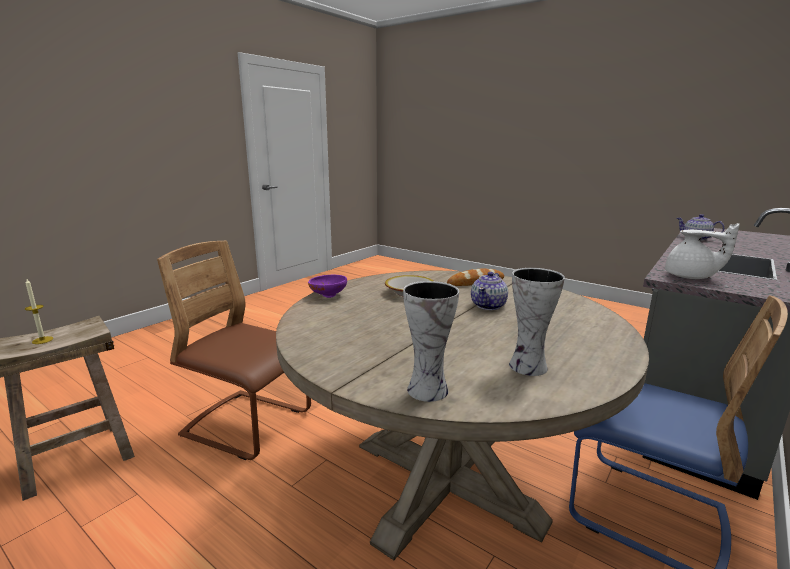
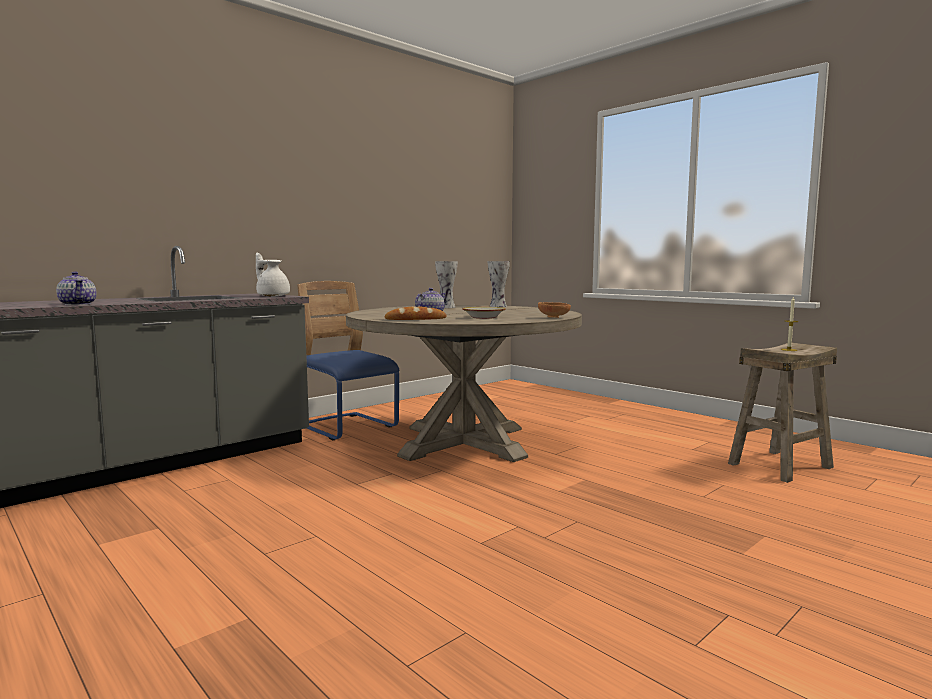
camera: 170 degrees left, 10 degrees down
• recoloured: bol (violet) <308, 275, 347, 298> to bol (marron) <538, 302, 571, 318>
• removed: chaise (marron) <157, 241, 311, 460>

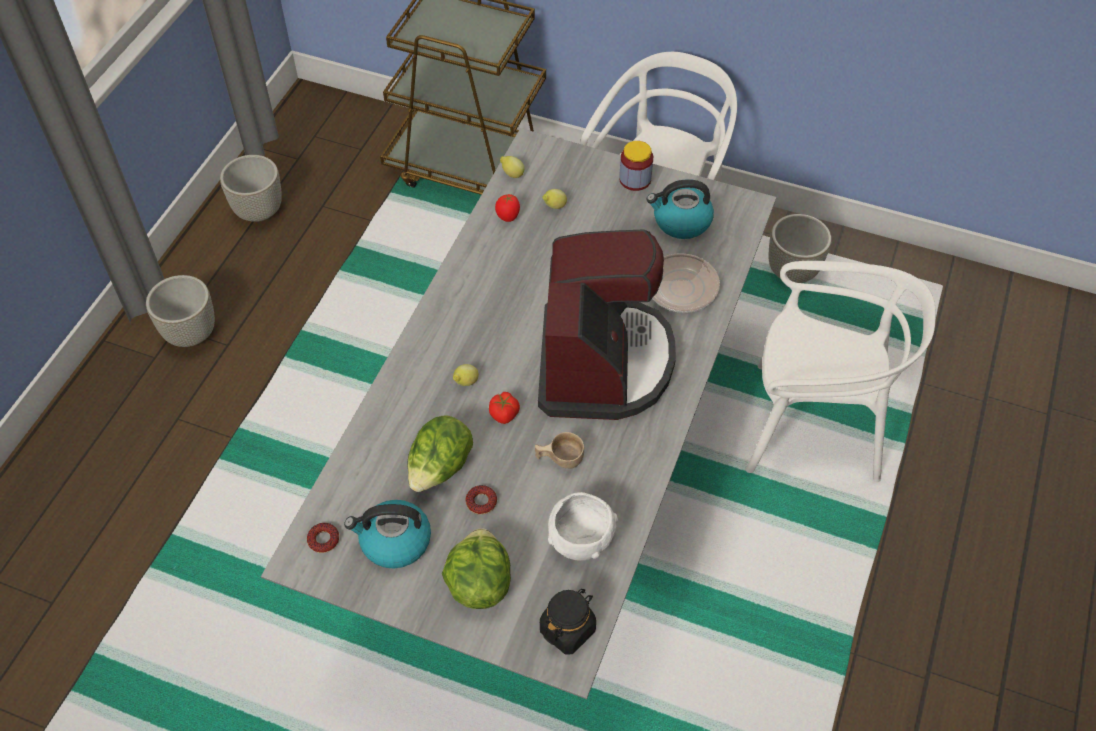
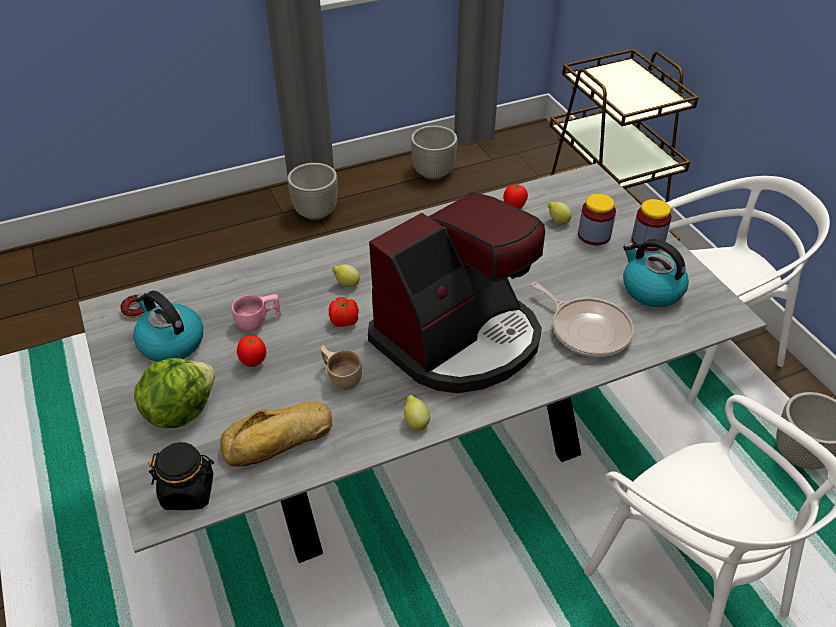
camera: 45 degrees right, 10 degrees down
• replaced: bol (blanc) <548, 492, 618, 561> to pain <220, 401, 332, 467>
• replaced: laitue <407, 416, 473, 492> to tasse (rose) <232, 294, 281, 331>
• replaced: beignet <465, 485, 497, 515> to tomate <237, 335, 266, 367>
• moved: citron <500, 156, 524, 178> to <404, 395, 430, 430>
• added: bocal <578, 194, 616, 246>

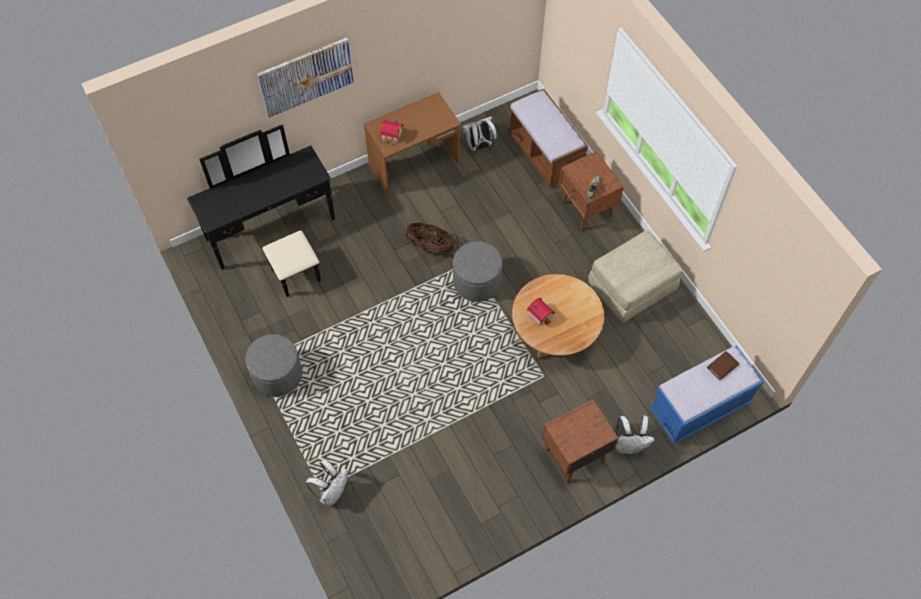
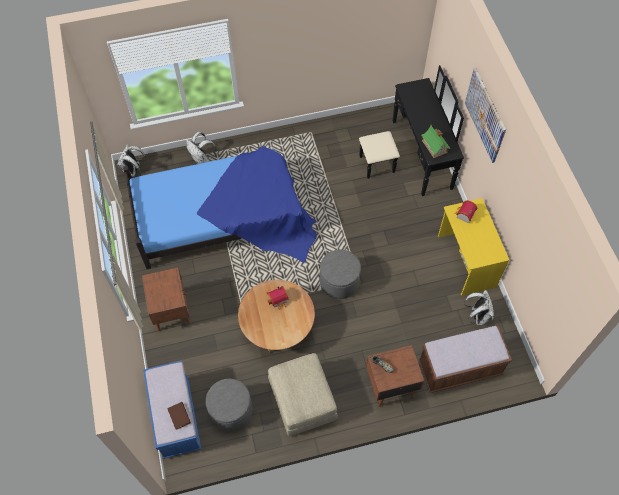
camera: 105 degrees right, 0 degrees up
• moved: sac à dos (blanc) <616, 415, 655, 454> to <117, 145, 146, 177>
• added: lit <123, 146, 317, 269>
• moved: pouf (gris) <245, 334, 302, 397> to <206, 379, 253, 431>
• added: maison miniature <421, 124, 450, 158>
• recoloured: bureau (marron) <364, 92, 461, 195> to bureau (jaune) <438, 198, 509, 296>
• removed: panier <405, 223, 455, 254>

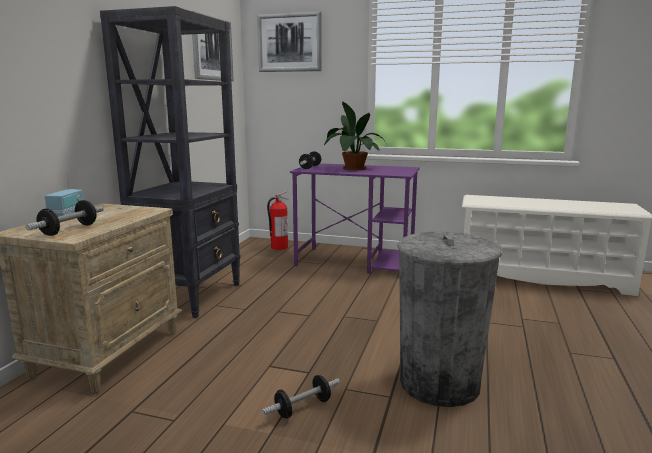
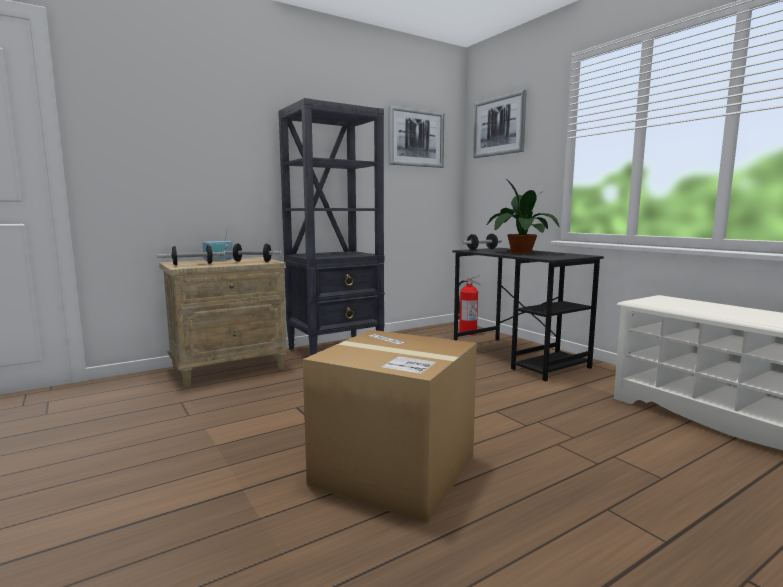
camera: 40 degrees right, 5 degrees down
• moved: haltère <262, 375, 340, 419> to <223, 243, 282, 262>
• replaced: poubelle (gris) <397, 231, 502, 407> to carton <303, 330, 477, 523>
• recoloured: bureau (violet) <290, 163, 420, 274> to bureau (noir) <453, 248, 604, 381>

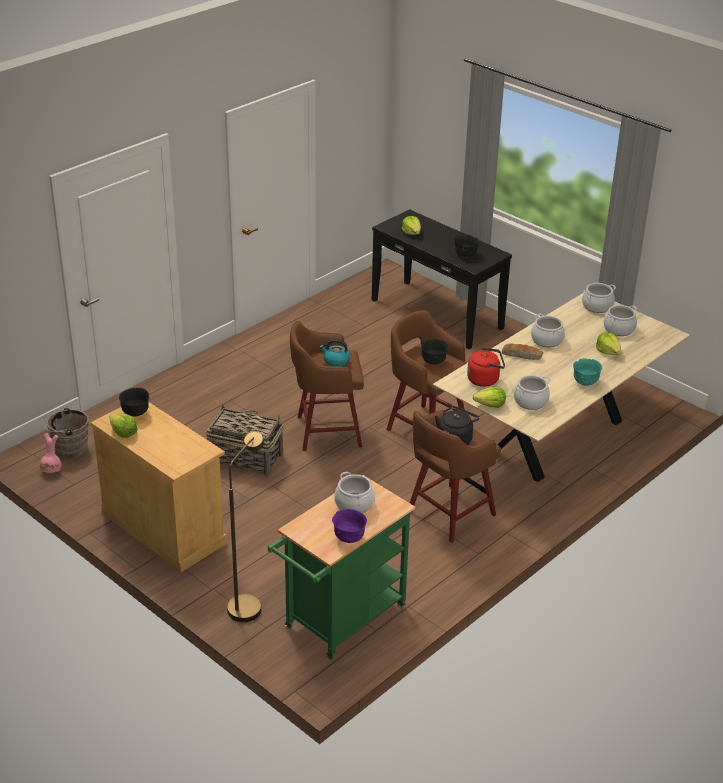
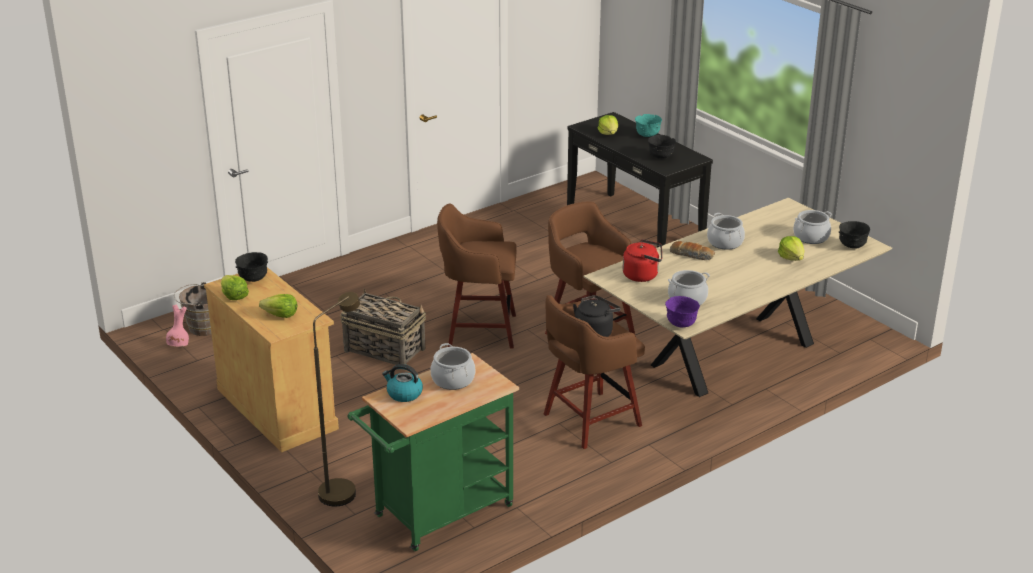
camera: 10 degrees right, 5 degrees down
• moved: laitue <473, 387, 506, 408> to <259, 294, 297, 318>
• moved: bouilloire <320, 339, 350, 366> to <382, 364, 423, 402>
• moved: bol (turquoise) <573, 358, 602, 386> to <635, 114, 662, 137>
• moved: bol (violet) <332, 509, 367, 543> to <665, 296, 700, 327>
• moved: bol (noir) <421, 339, 448, 364> to <839, 221, 870, 249>
• removed: marmite <582, 283, 616, 313>

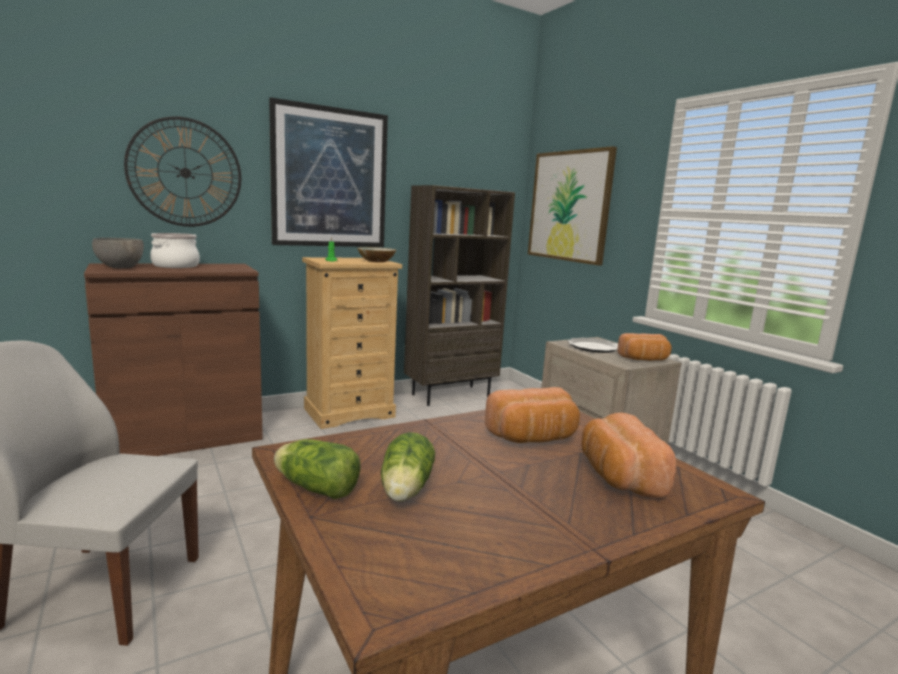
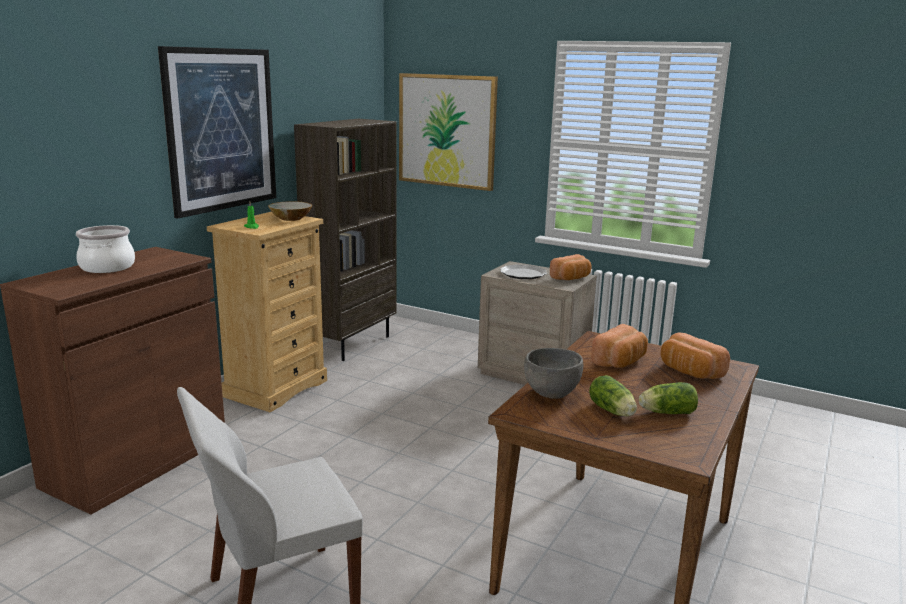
camera: 30 degrees left, 5 degrees up
• moved: bol (gris) <92, 238, 144, 268> to <524, 348, 583, 399>
• moved: laitue <274, 439, 361, 499> to <639, 382, 698, 414>
• removed: horloge murale <124, 116, 241, 227>

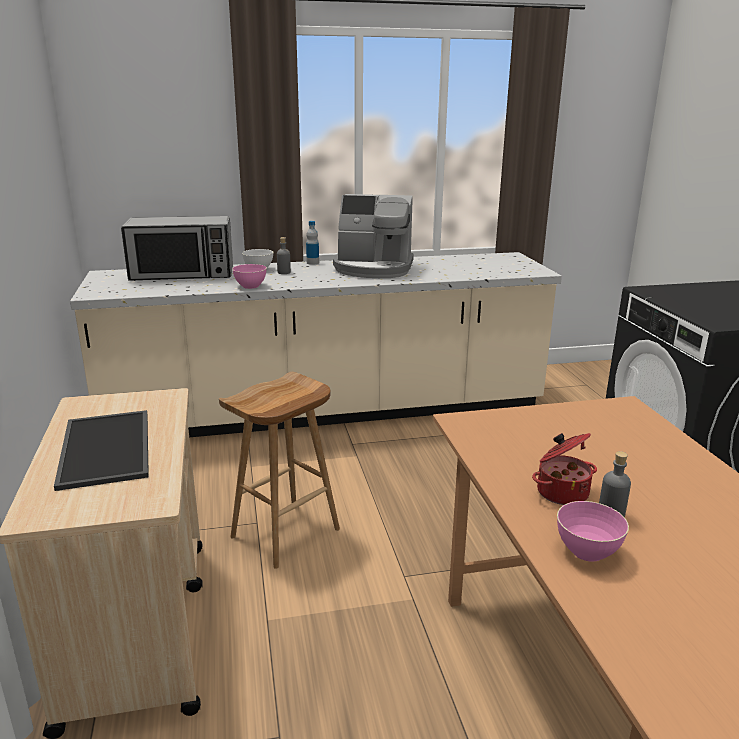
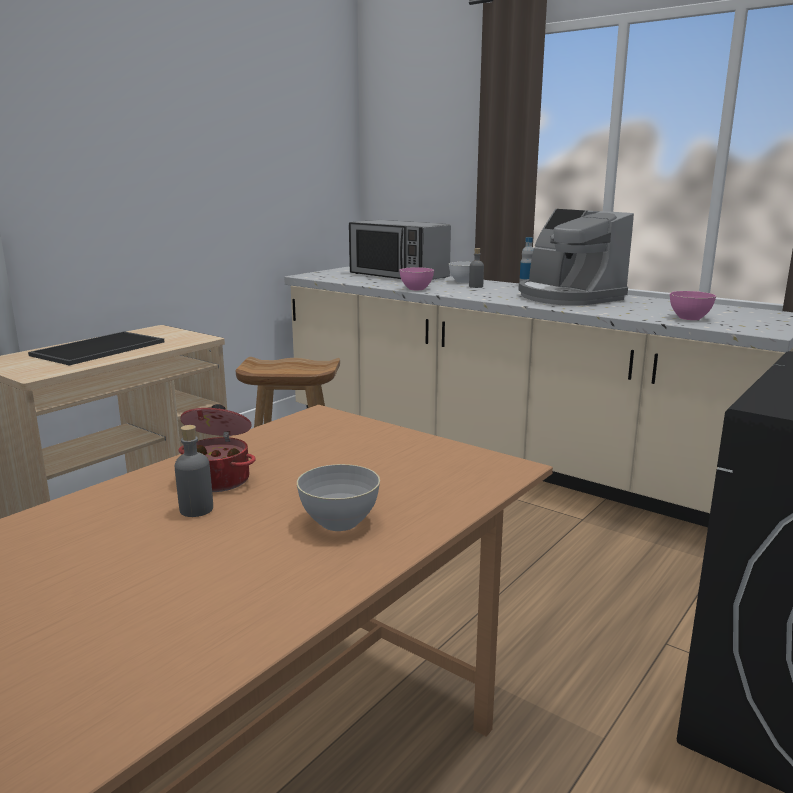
camera: 50 degrees right, 5 degrees down
• added: bol (gris) <297, 464, 380, 531>
• moved: bol (rose) <557, 501, 629, 562> to <670, 291, 716, 320>

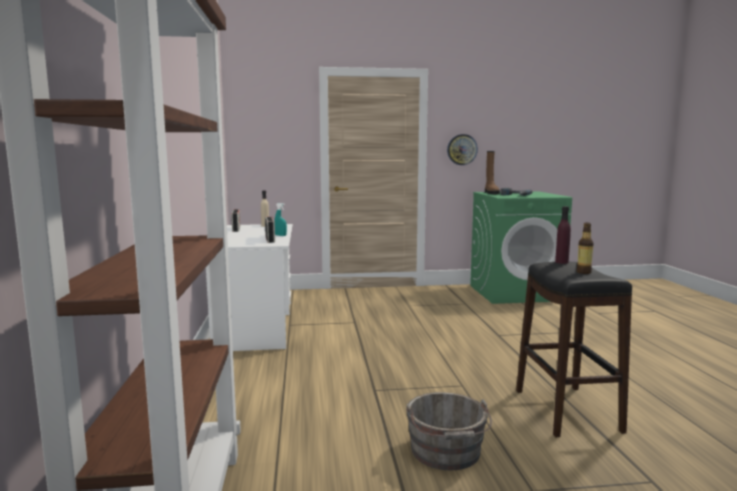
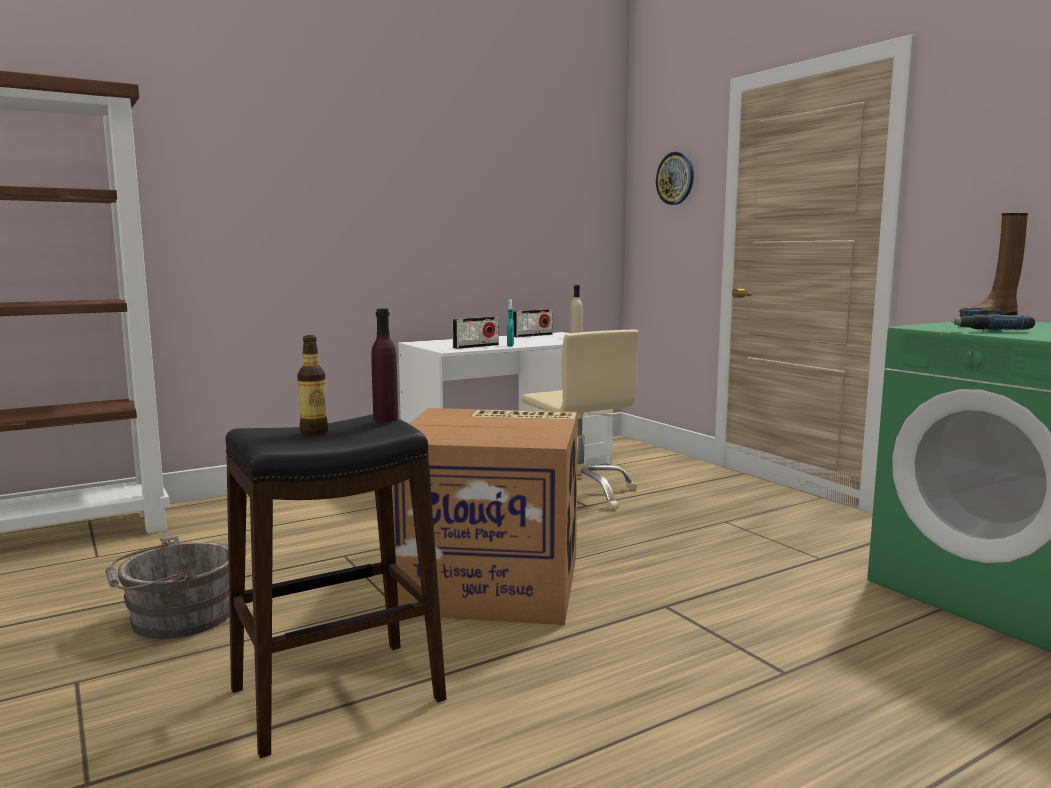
camera: 65 degrees right, 0 degrees up
• added: carton <392, 408, 578, 625>
• added: chaise de bureau (beige) <522, 330, 638, 510>
• moved: horloge murale <447, 134, 478, 165> to <656, 152, 694, 205>

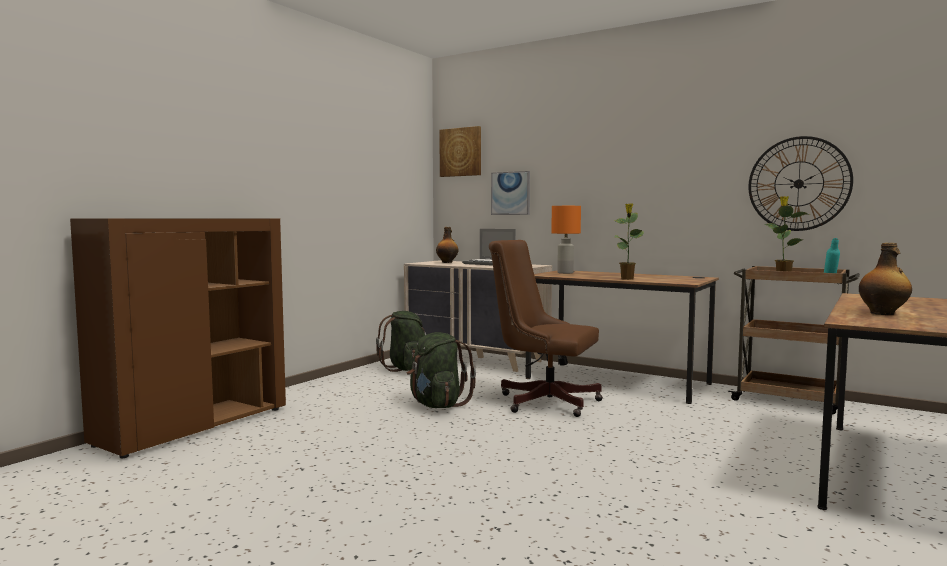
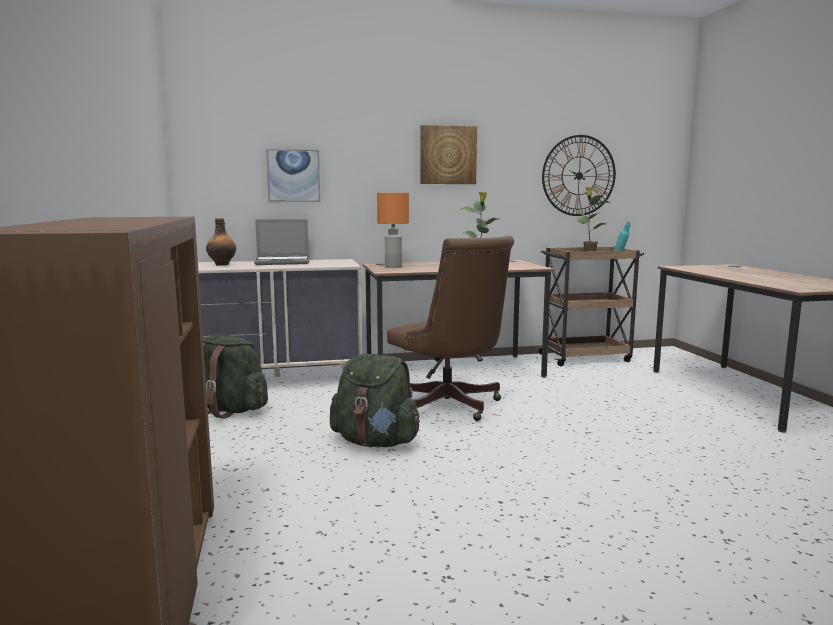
camera: 45 degrees left, 5 degrees up
• turned: chaise de bureau (marron) <489, 240, 603, 417> = <387, 235, 514, 421> 105 degrees counterclockwise
• moved: tableau <439, 126, 481, 177> to <421, 125, 477, 184>
• removed: bouteille <859, 243, 912, 315>

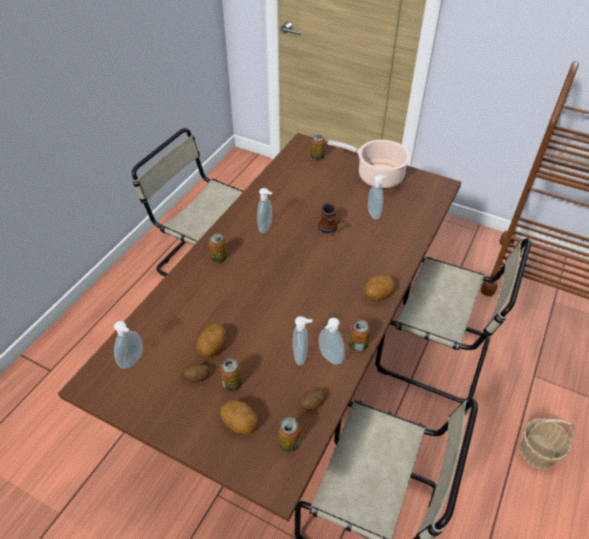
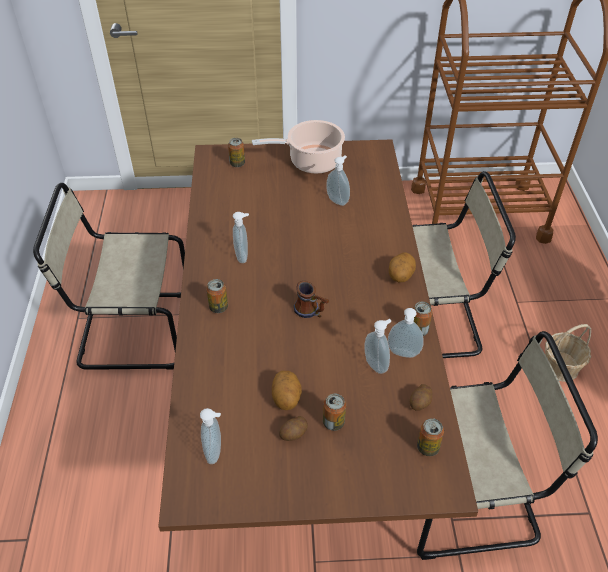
camera: 30 degrees left, 0 degrees up
• moved: mug <318, 203, 340, 236> to <294, 281, 329, 318>
• removed: pomme de terre <220, 400, 258, 435>

